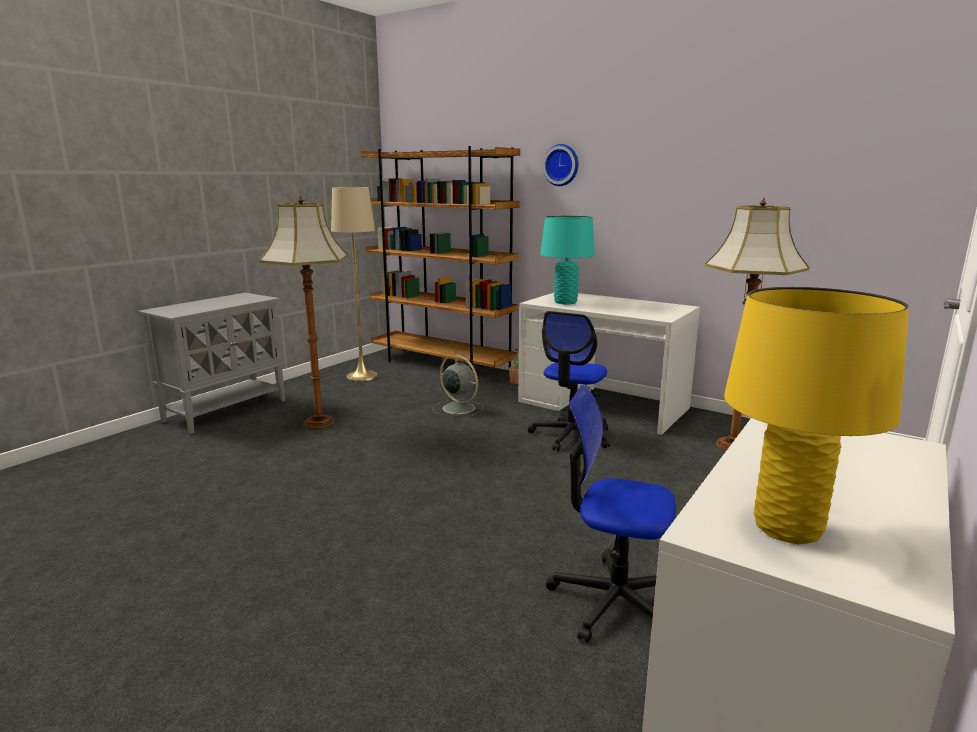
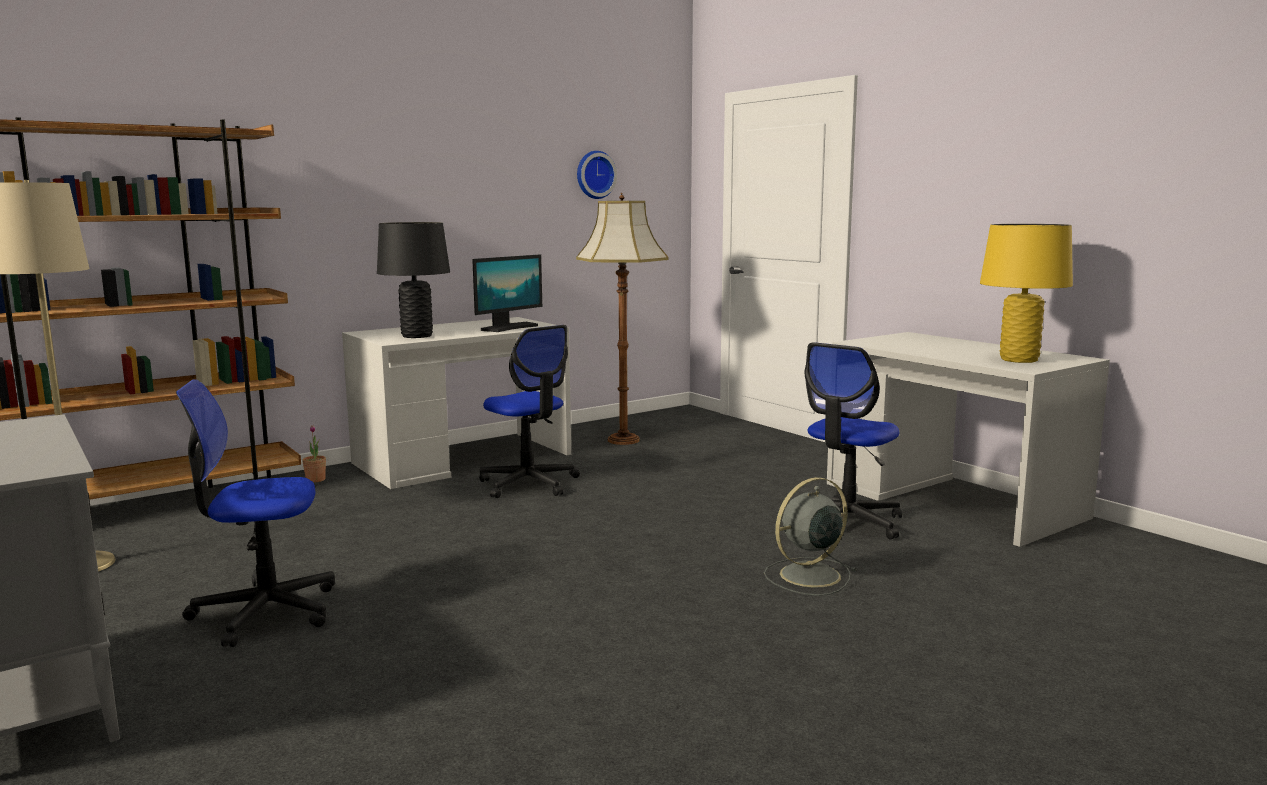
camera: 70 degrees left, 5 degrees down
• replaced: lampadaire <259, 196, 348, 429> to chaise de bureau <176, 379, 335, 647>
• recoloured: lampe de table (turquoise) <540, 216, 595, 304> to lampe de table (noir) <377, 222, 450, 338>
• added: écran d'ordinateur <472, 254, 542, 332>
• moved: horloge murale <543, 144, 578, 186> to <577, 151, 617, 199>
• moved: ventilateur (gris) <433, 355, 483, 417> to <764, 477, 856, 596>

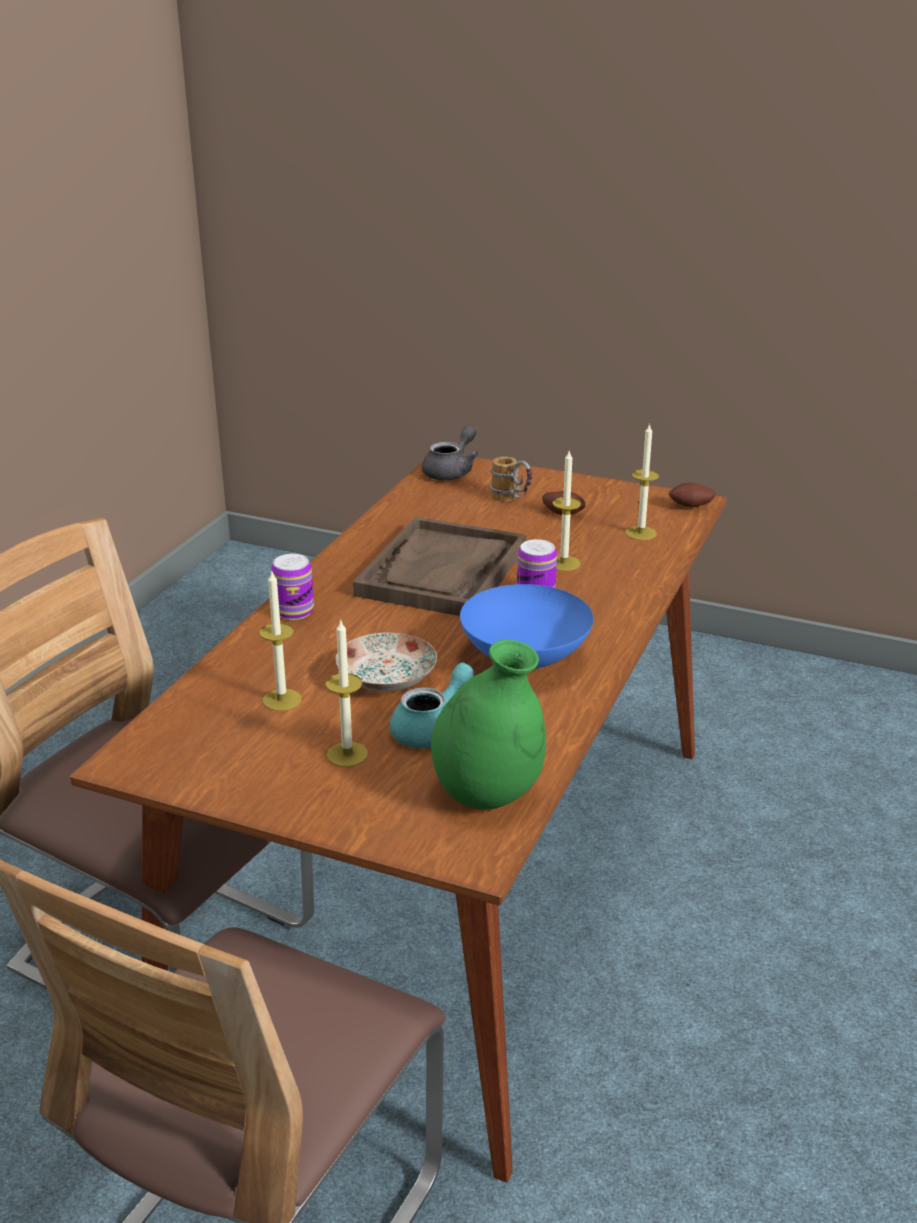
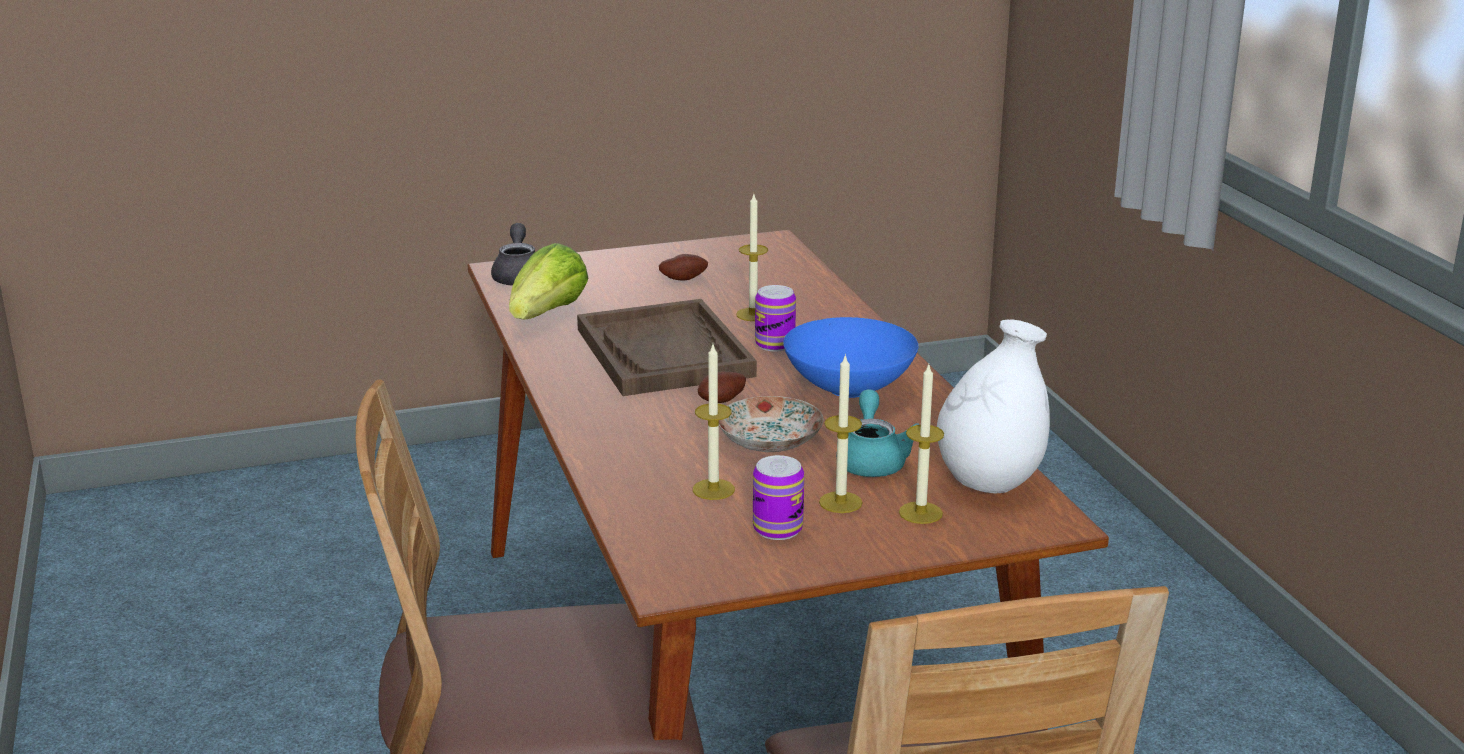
camera: 40 degrees left, 5 degrees down
• added: laitue <509, 243, 588, 319>
• moved: pomme de terre <669, 483, 716, 507> to <698, 371, 746, 403>
• moved: boîte métallique <271, 554, 314, 620> to <753, 455, 804, 540>
• moved: bougie <626, 423, 659, 540> to <899, 364, 944, 524>
• recoloured: vase (vert) <431, 639, 546, 810> to vase (blanc) <937, 319, 1050, 494>
• removed: mug <490, 456, 533, 502>

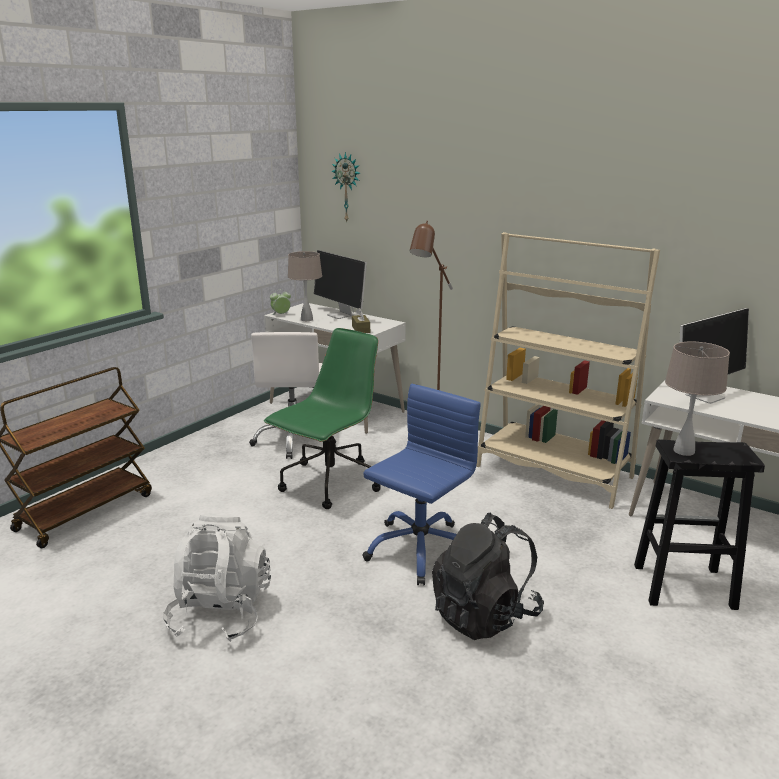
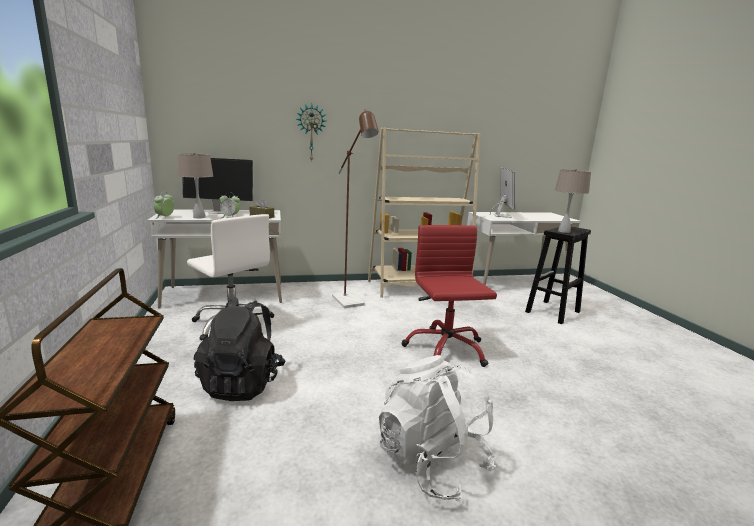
camera: 50 degrees left, 5 degrees down
• moved: sac à dos (noir) <432, 512, 544, 640> to <193, 299, 286, 401>
• added: réveil <219, 192, 240, 218>
• moved: horloge murale <331, 152, 360, 223> to <297, 104, 326, 162>
• recoloured: chaise de bureau (bleu) <362, 384, 481, 585> to chaise de bureau (rouge) <402, 225, 497, 367>
• removed: chaise de bureau (vert) <264, 328, 381, 509>

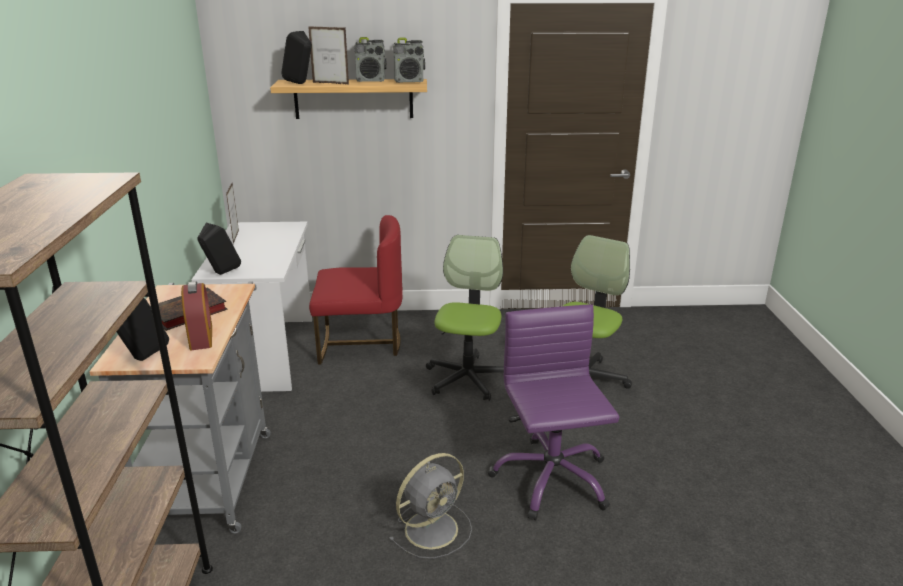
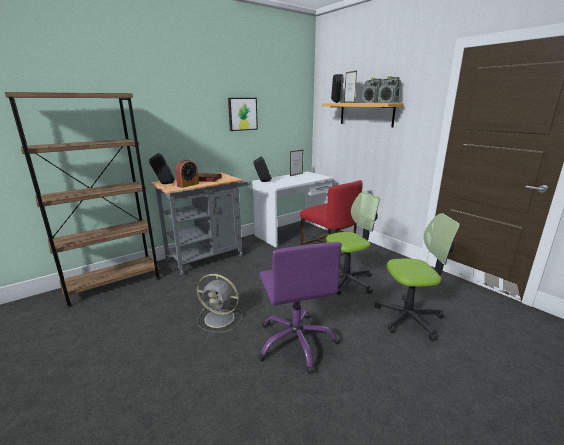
camera: 55 degrees right, 5 degrees down
• added: tableau <228, 98, 258, 131>
• turned: chaise de bureau (violet) <488, 304, 619, 521> = <258, 242, 342, 374> 120 degrees clockwise

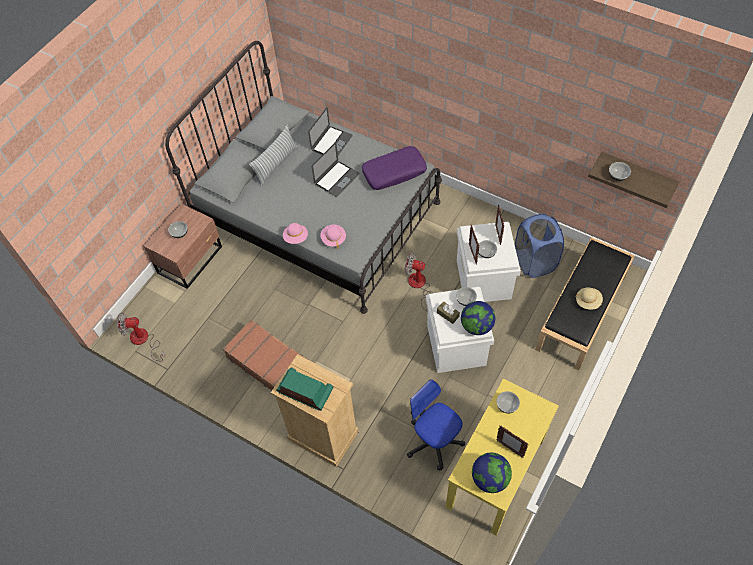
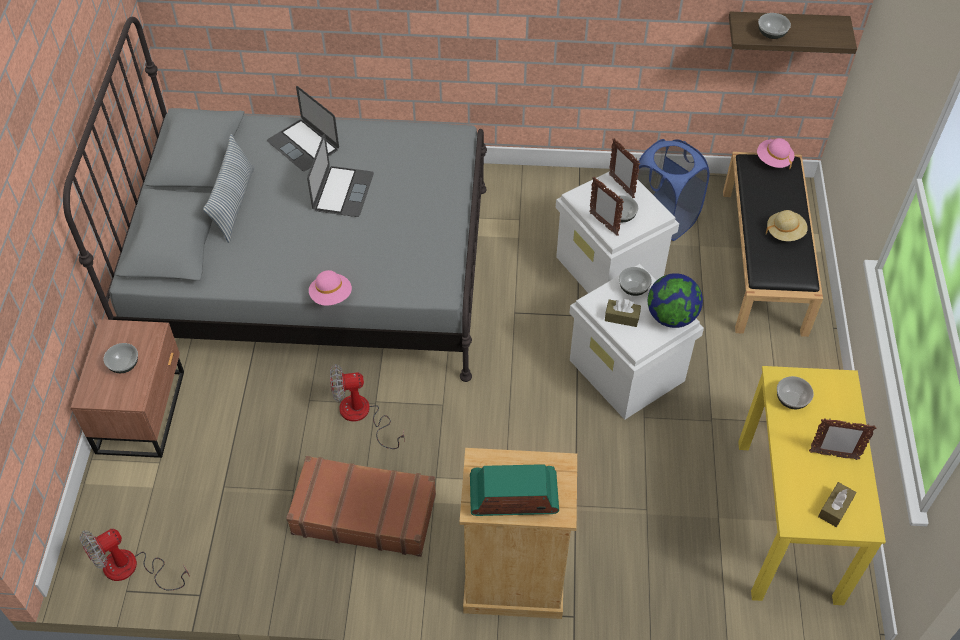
camera: 30 degrees left, 5 degrees down
• turned: ordinateur portable <308, 107, 353, 155> = <267, 86, 339, 171> 135 degrees clockwise
• moved: ventilateur <405, 253, 433, 311> to <330, 364, 405, 449>
• moved: chapeau (rose) <320, 224, 346, 249> to <757, 138, 794, 169>
• replaced: globe <472, 453, 512, 493> to boîte à mouchoirs (marron) <818, 482, 857, 527>
• removed: coussin (violet) <362, 146, 427, 190>
• removed: chaise de bureau <407, 380, 465, 470>

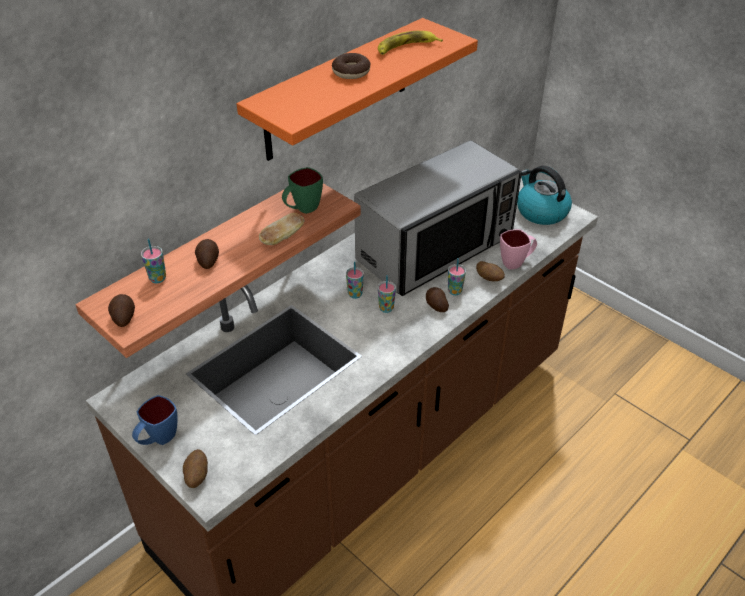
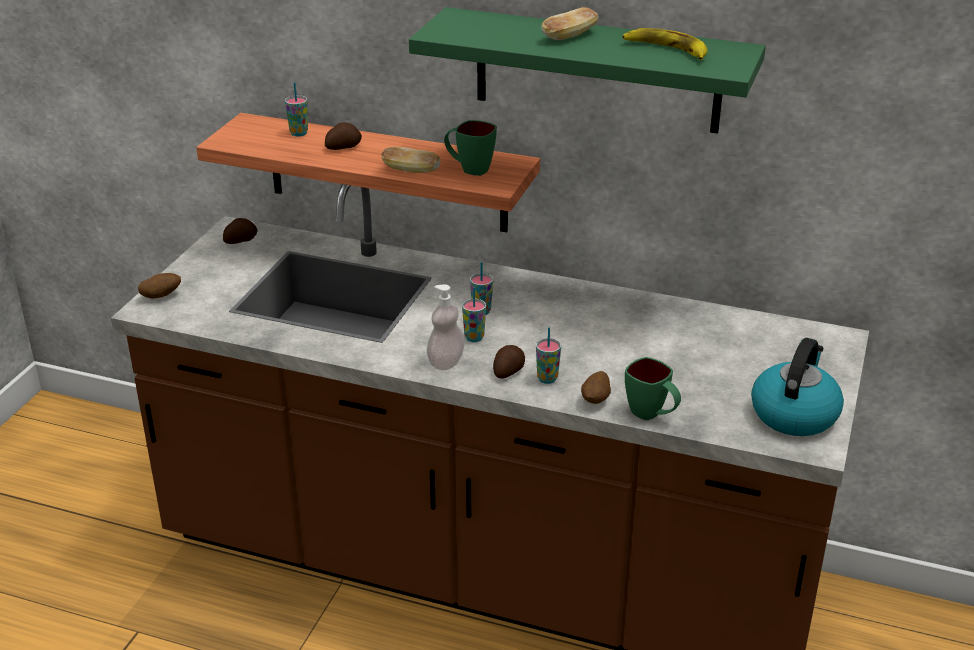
camera: 65 degrees right, 10 degrees down
• moved: pomme de terre <108, 294, 135, 327> to <223, 218, 257, 244>
• recoloured: étagère (orange) <237, 18, 478, 161> to étagère (vert) <409, 7, 766, 134>
• added: distributeur de savon <427, 284, 465, 370>
• replaced: beignet <332, 53, 371, 79> to pain <541, 7, 598, 40>
• recoloured: mug (rose) <500, 229, 537, 269> to mug (vert) <625, 357, 681, 420>
• removed: mug (bleu) <132, 395, 178, 445>
• removed: micro-ondes <354, 140, 522, 296>

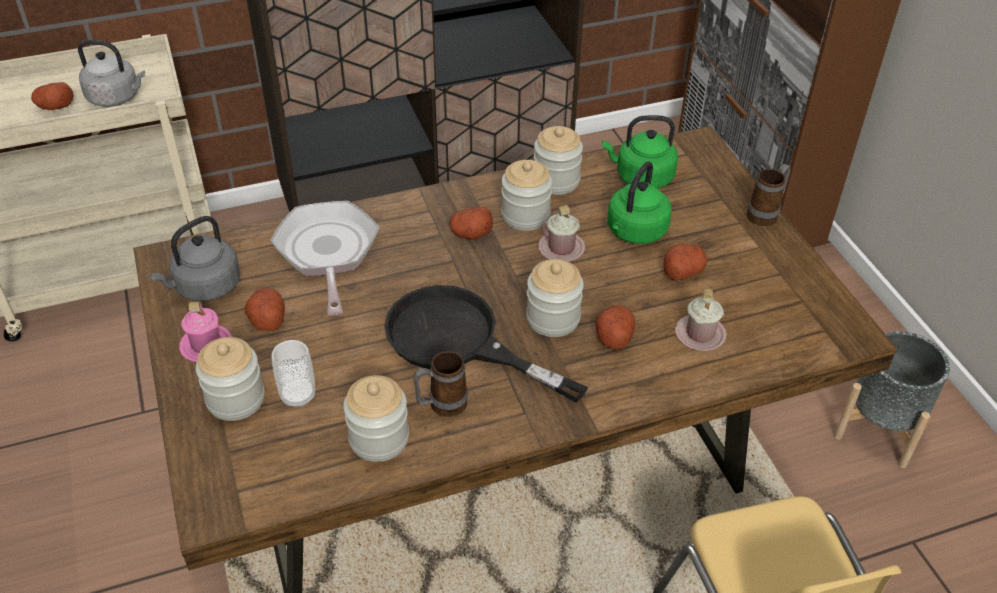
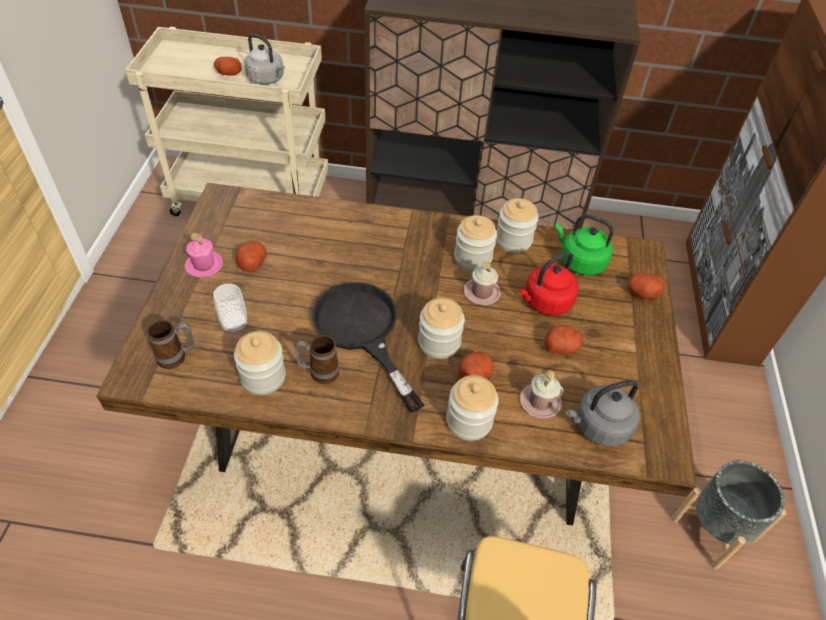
camera: 25 degrees right, 5 degrees up
• moved: mug <747, 164, 790, 226> to <147, 320, 194, 369>
• moved: bocal <195, 337, 265, 421> to <446, 375, 499, 441>
• recoloured: bouilloire (vert) <607, 162, 672, 244> to bouilloire (rouge) <518, 252, 579, 315>
• moved: bouilloire (gris) <150, 216, 241, 301> to <566, 380, 640, 447>
• moved: pomme de terre <449, 207, 493, 240> to <628, 273, 665, 299>
• removed: poêle <270, 201, 380, 316>

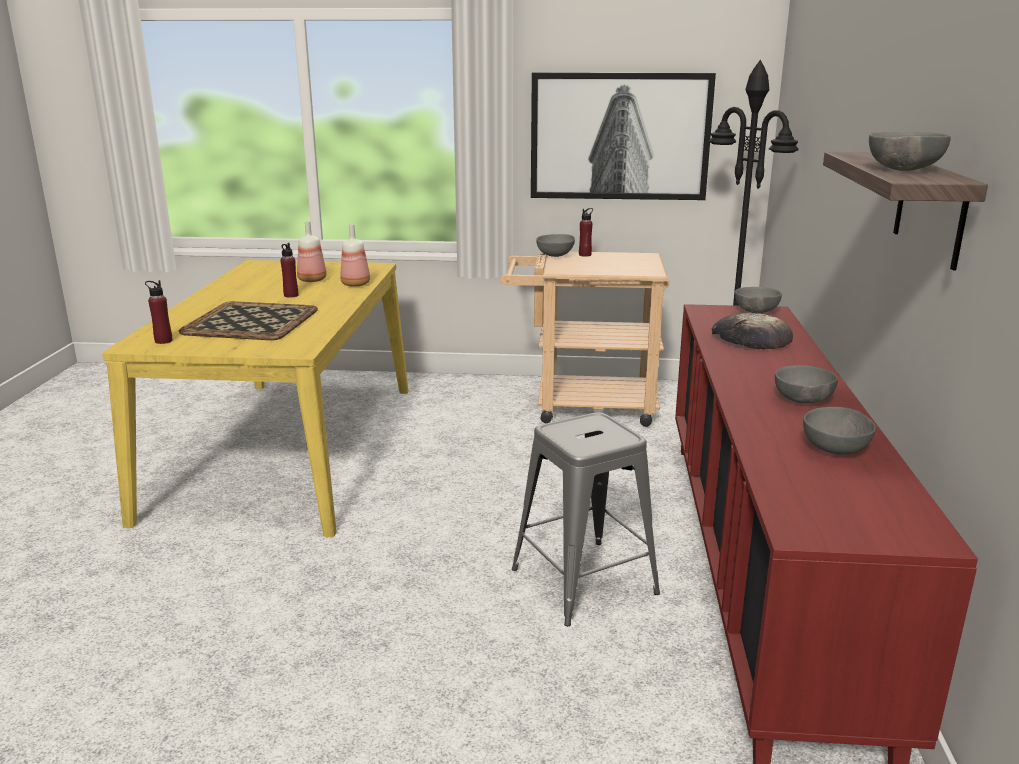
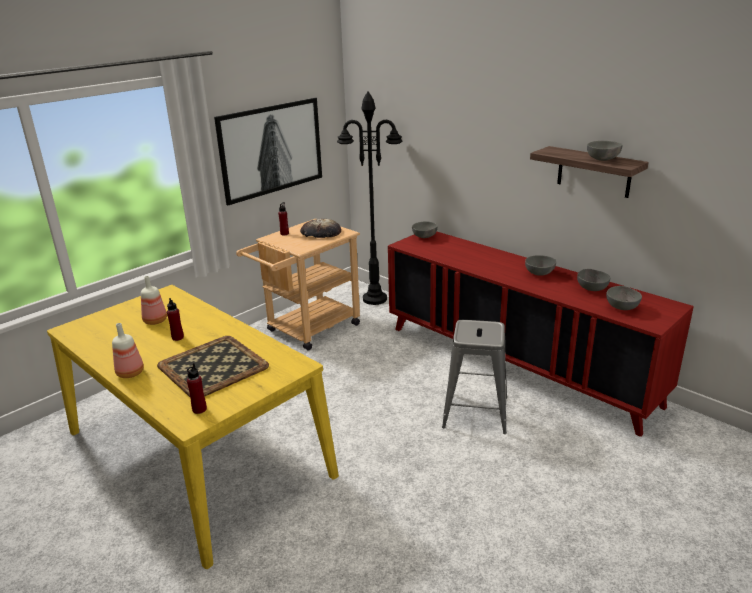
camera: 50 degrees left, 5 degrees up
• moved: bouteille <340, 224, 370, 287> to <112, 323, 144, 378>
• moved: pain <712, 313, 793, 349> to <300, 218, 341, 238>
• moved: bol (gris) <536, 234, 575, 257> to <606, 286, 642, 310>

